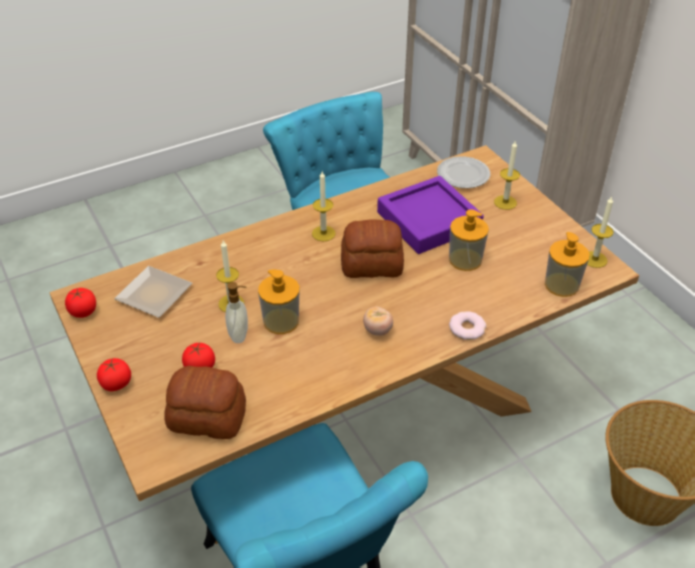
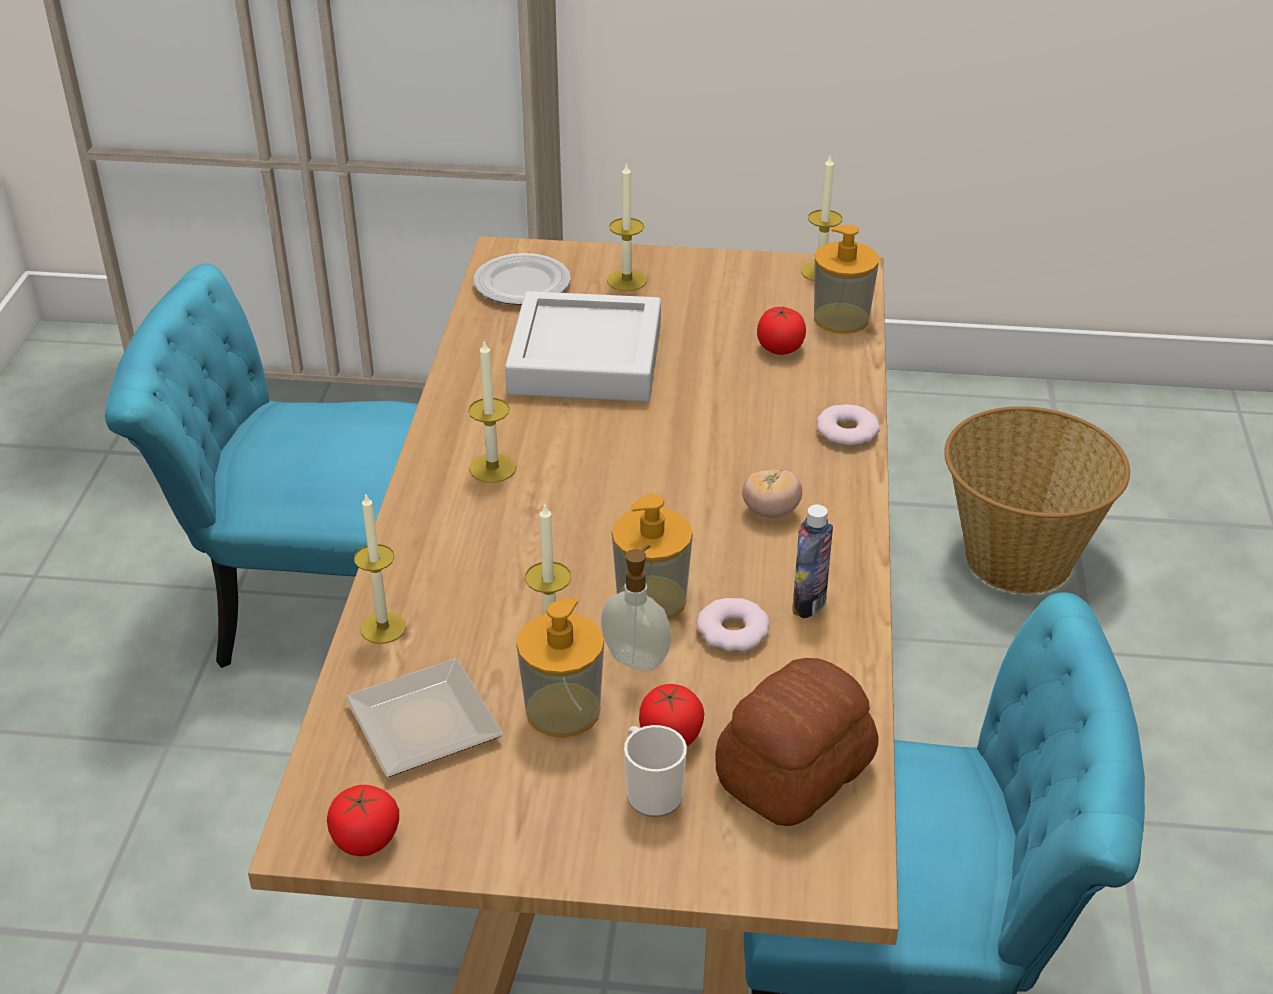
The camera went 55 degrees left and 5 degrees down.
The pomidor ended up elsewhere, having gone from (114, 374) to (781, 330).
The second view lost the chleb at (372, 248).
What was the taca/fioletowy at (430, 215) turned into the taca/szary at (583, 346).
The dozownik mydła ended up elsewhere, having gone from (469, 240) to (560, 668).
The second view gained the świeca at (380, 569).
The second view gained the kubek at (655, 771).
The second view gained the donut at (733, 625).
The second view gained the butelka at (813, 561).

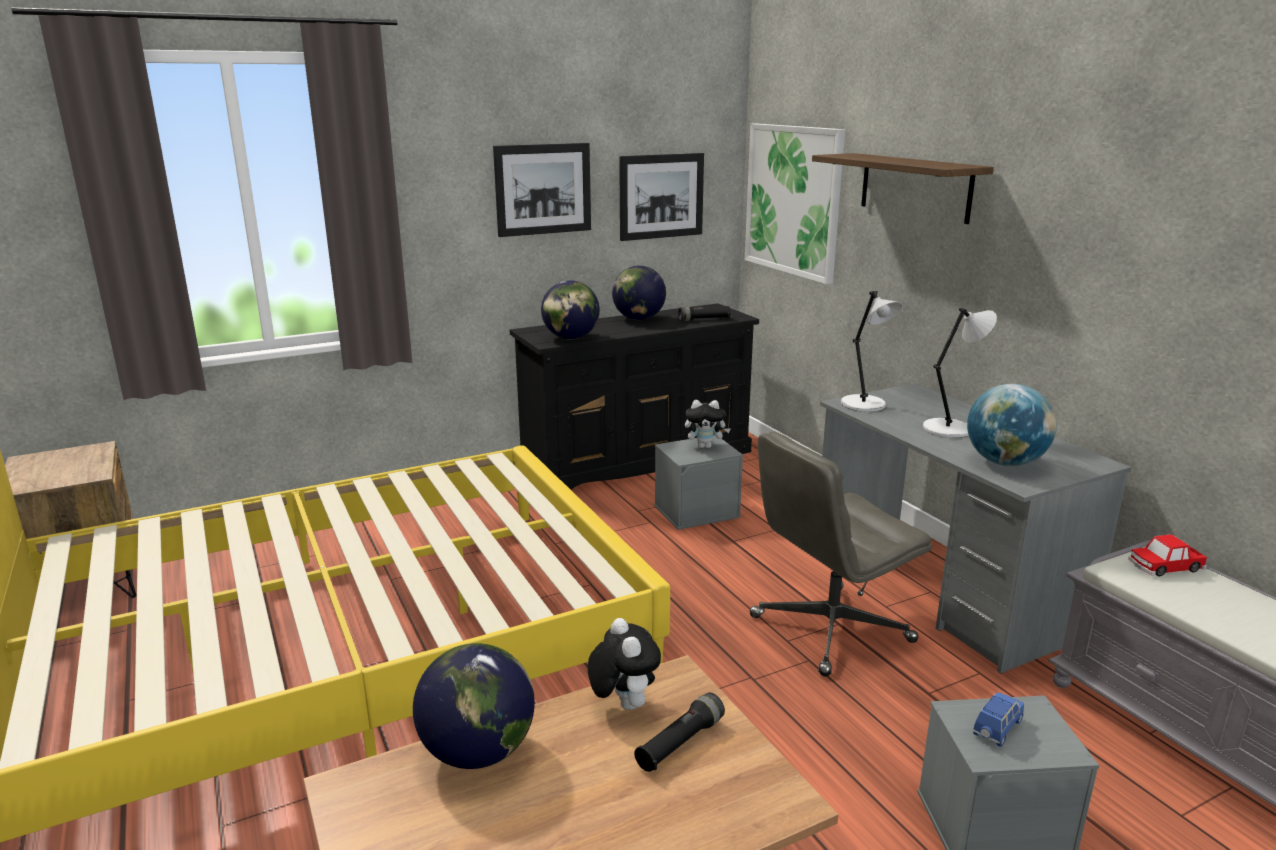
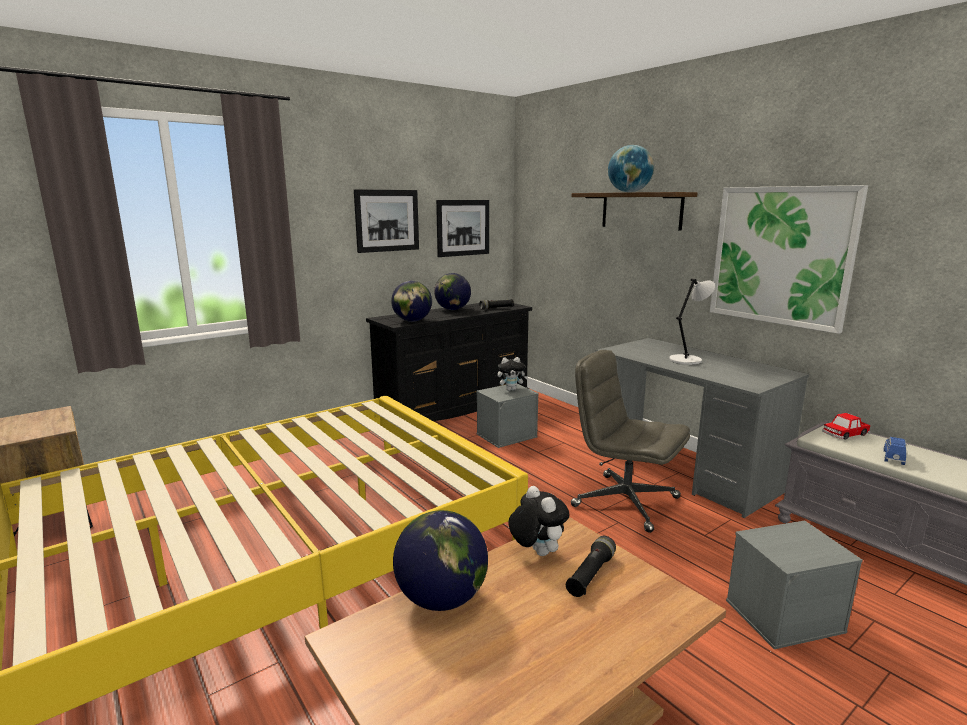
The camera went 10 degrees left and 5 degrees down.
The obraz ended up elsewhere, having gone from (795, 204) to (789, 259).
The krzesło biurowe/szary at (841, 554) ended up facing another way, 75 degrees clockwise from before.
The second view lost the lampa stołowa/szary at (871, 351).
The globus ended up elsewhere, having gone from (1012, 425) to (631, 168).
The samochodzik/niebieski ended up elsewhere, having gone from (998, 720) to (895, 451).

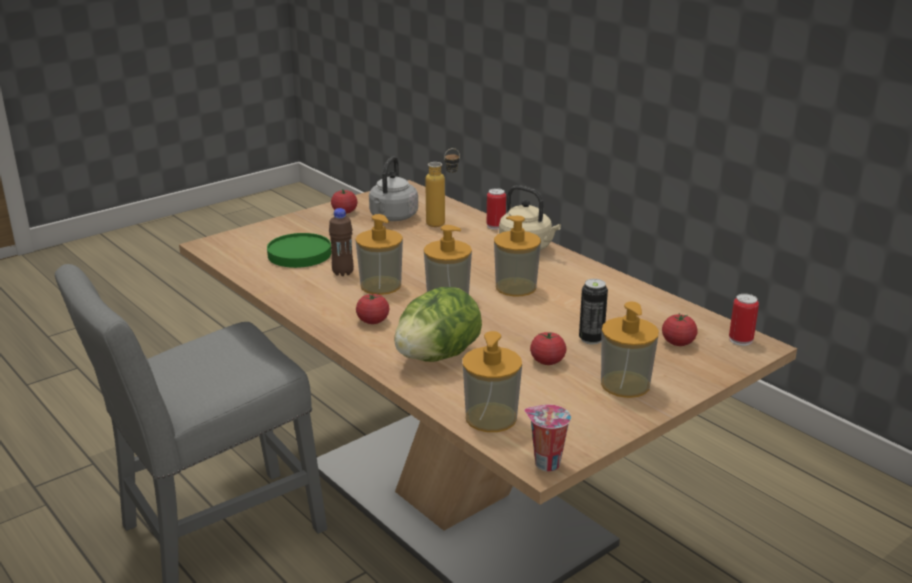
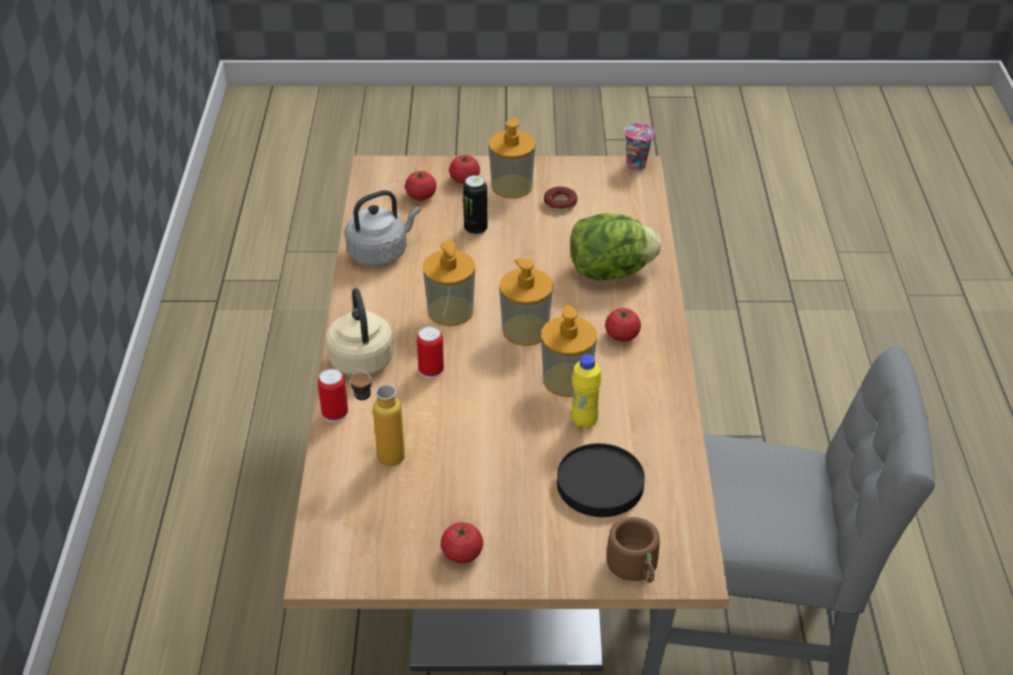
The camera went 140 degrees left and 15 degrees up.
What was the talerz/zielony at (299, 250) turned into the talerz/czarny at (601, 480).
What was the butelka/brązowy at (341, 242) turned into the butelka/żółty at (586, 392).
The czajnik/szary ended up elsewhere, having gone from (393, 188) to (382, 228).
The second view lost the dozownik mydła at (492, 381).
The pomidor ended up elsewhere, having gone from (548, 348) to (464, 169).
The puszka ended up elsewhere, having gone from (744, 320) to (430, 352).
The second view gained the donut at (560, 199).
The second view gained the kubek/brązowy at (633, 550).

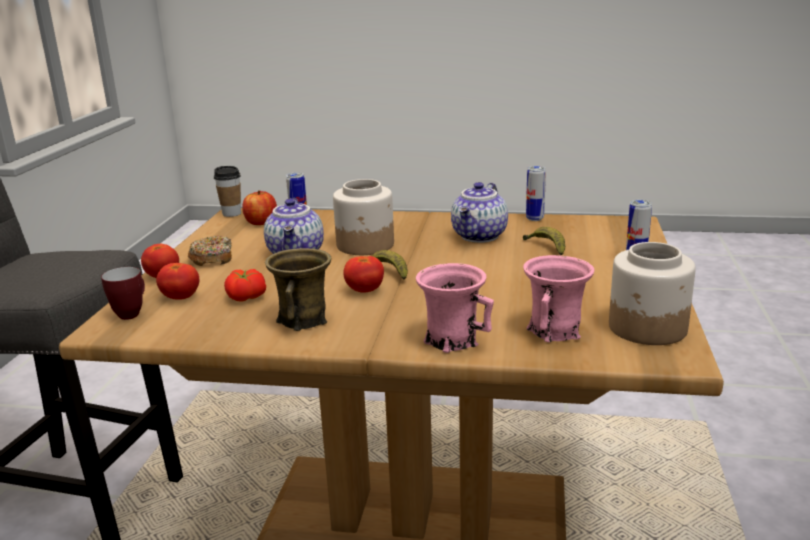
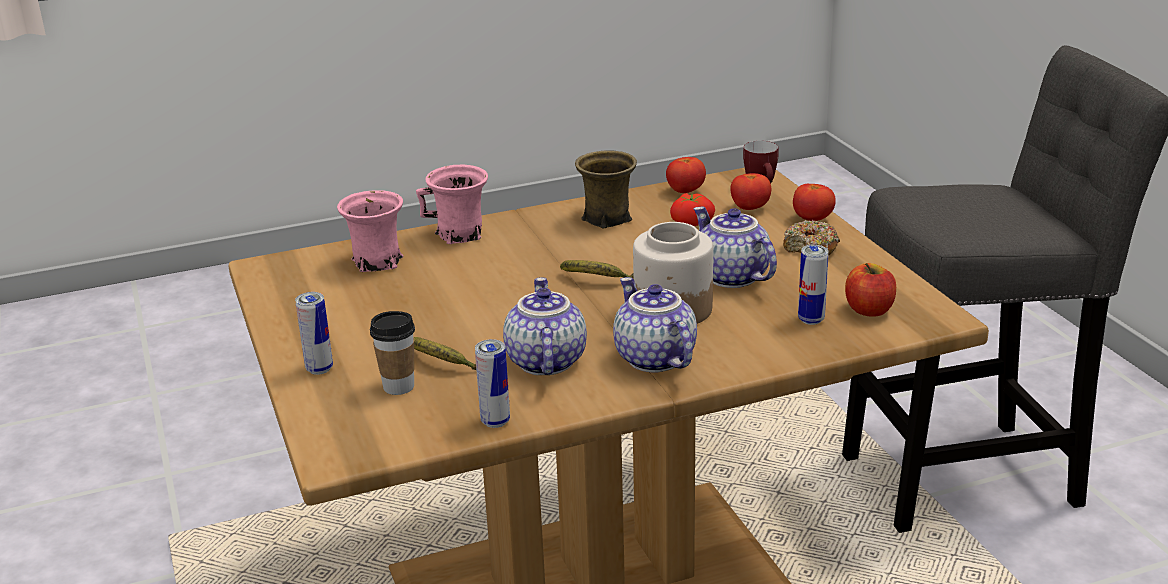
The camera went 150 degrees right and 5 degrees up.
The filiżanka ended up elsewhere, having gone from (227, 191) to (392, 353).
The pomidor ended up elsewhere, having gone from (363, 274) to (686, 175).
The second view lost the słoik at (652, 293).
The second view gained the imbryk at (655, 325).

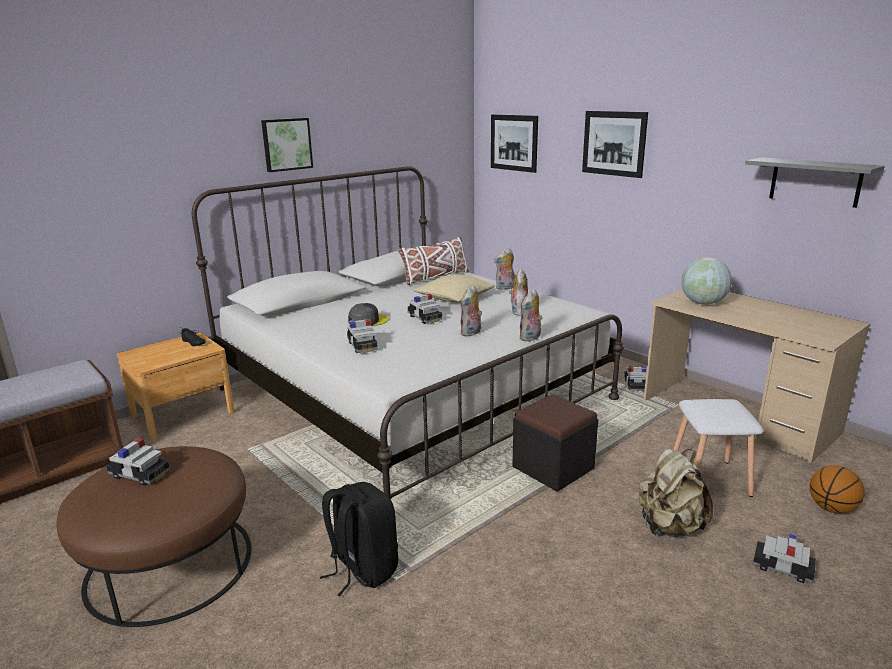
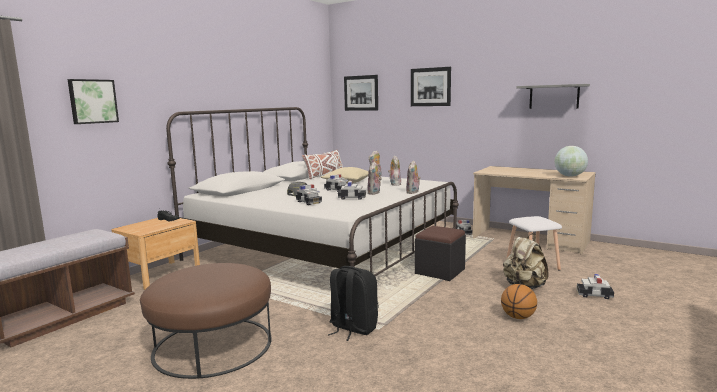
The camera went 15 degrees left and 10 degrees down.
The samochodzik ended up elsewhere, having gone from (138, 462) to (352, 190).
The obraz ended up elsewhere, having gone from (287, 145) to (93, 101).
The globus ended up elsewhere, having gone from (706, 281) to (571, 161).
The piłka do koszykówki ended up elsewhere, having gone from (837, 489) to (519, 301).

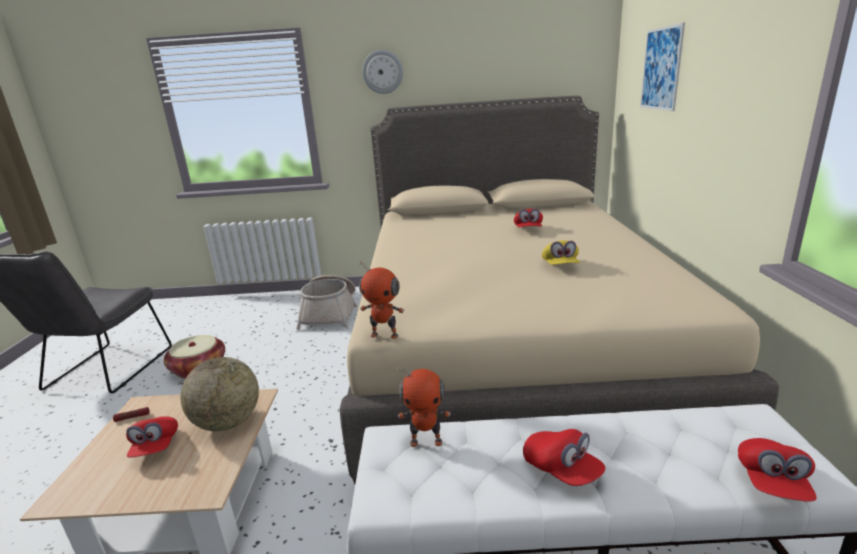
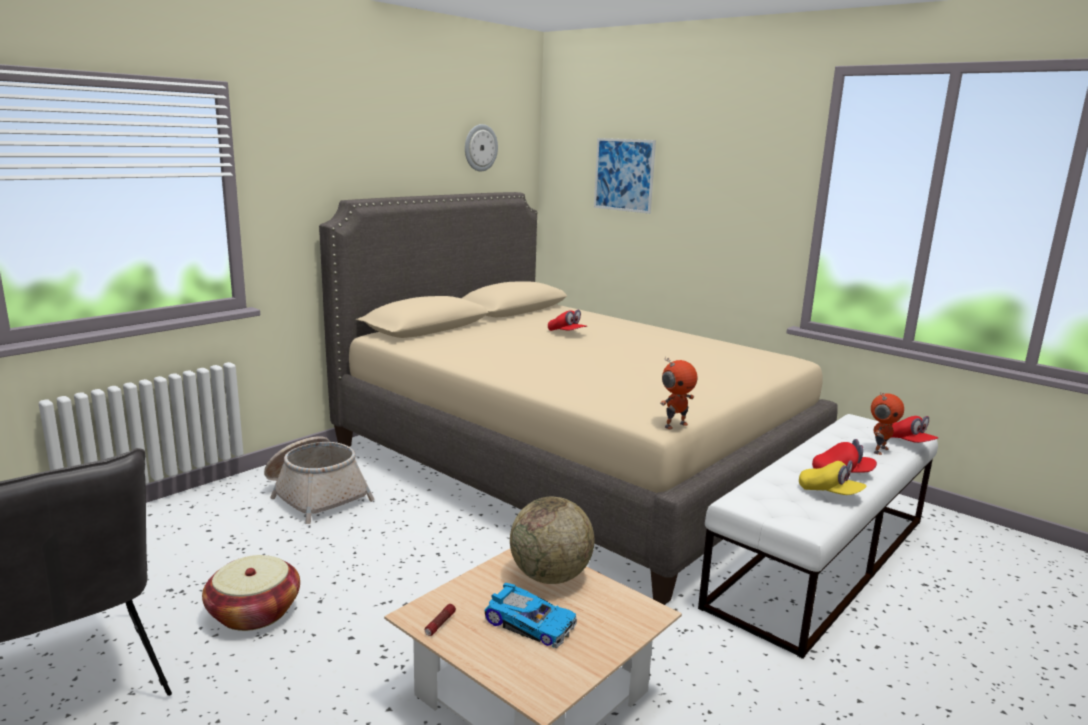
The camera went 50 degrees left and 5 degrees down.
Where the czapka z daszkiem/czerwony stood at (152, 437), the samochodzik came to stand at (531, 615).
The zegar ścienny ended up elsewhere, having gone from (382, 72) to (481, 148).
The robot zabawkowy ended up elsewhere, having gone from (424, 405) to (887, 424).
The czapka z daszkiem/żółty ended up elsewhere, having gone from (561, 252) to (833, 477).

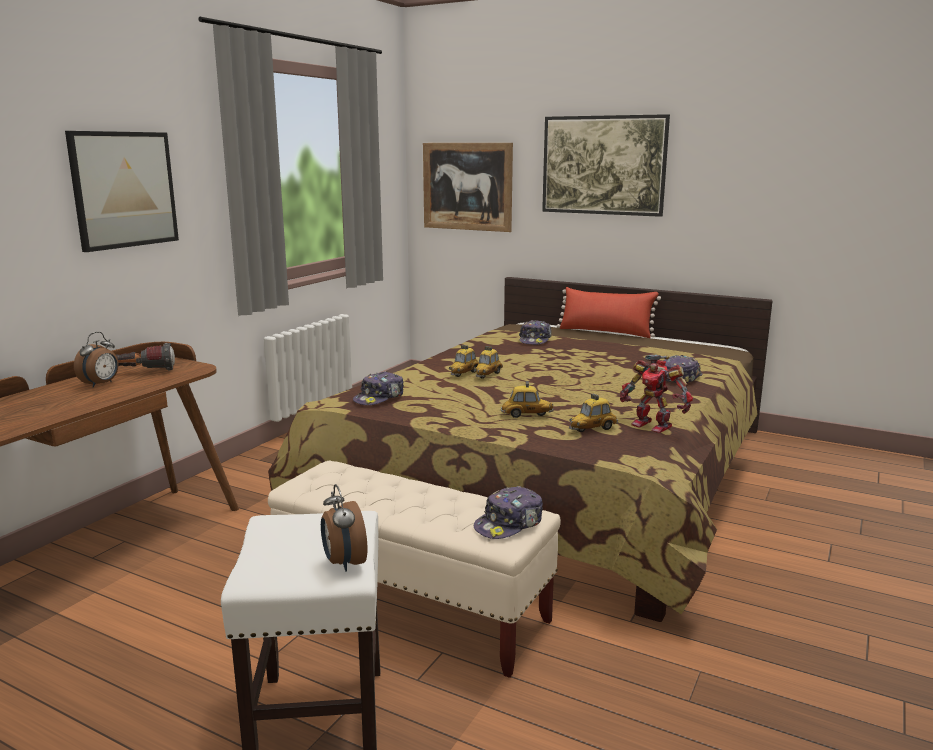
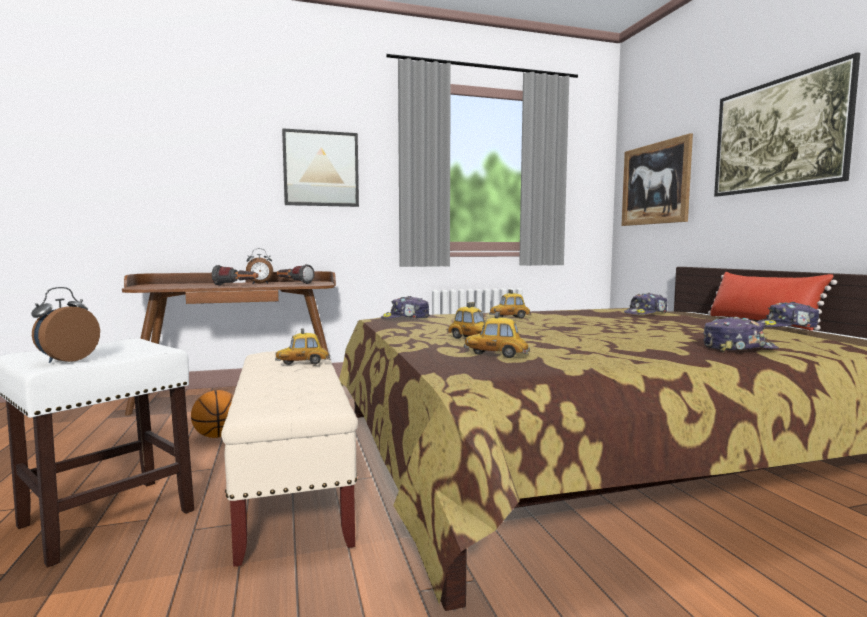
The camera went 45 degrees right and 10 degrees down.
The samochodzik ended up elsewhere, having gone from (488, 362) to (302, 346).
The czapka z daszkiem ended up elsewhere, having gone from (508, 512) to (788, 315).
The second view lost the robot zabawkowy at (656, 394).
The second view gained the piłka do koszykówki at (212, 414).
The second view gained the latarka at (235, 275).

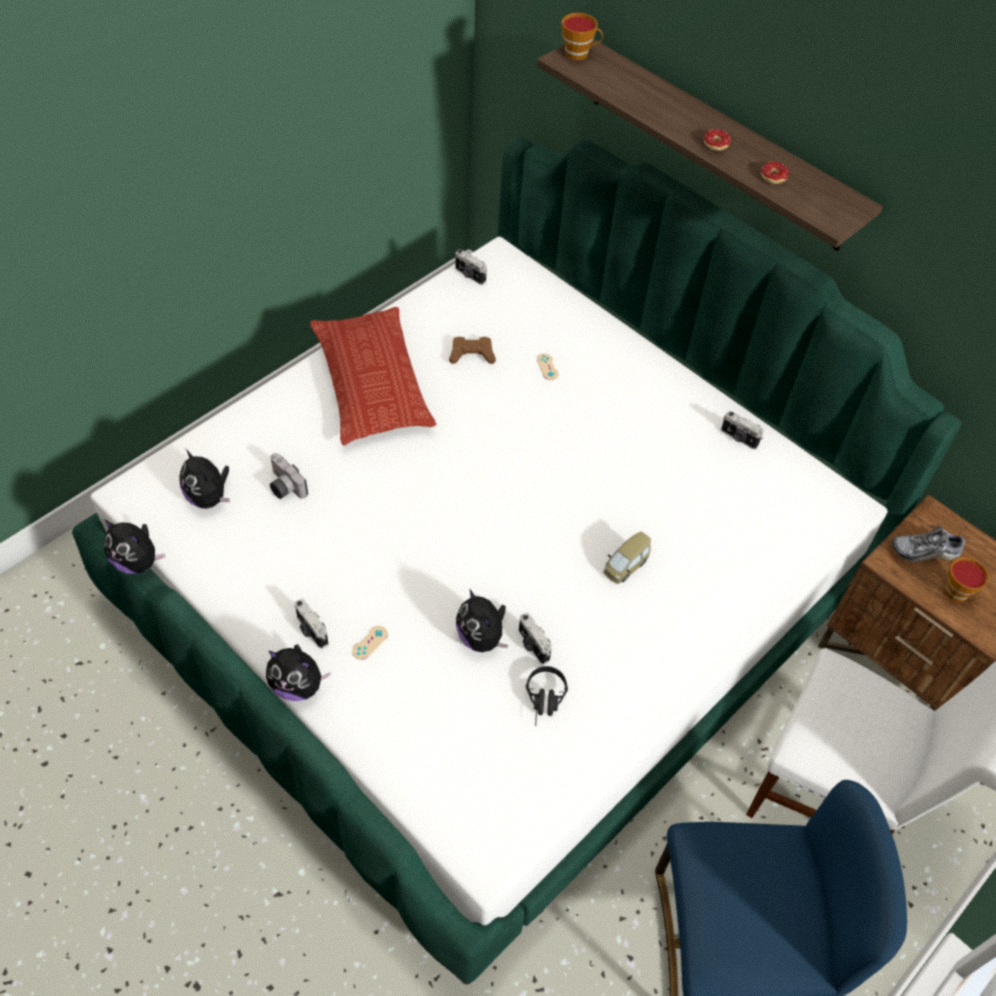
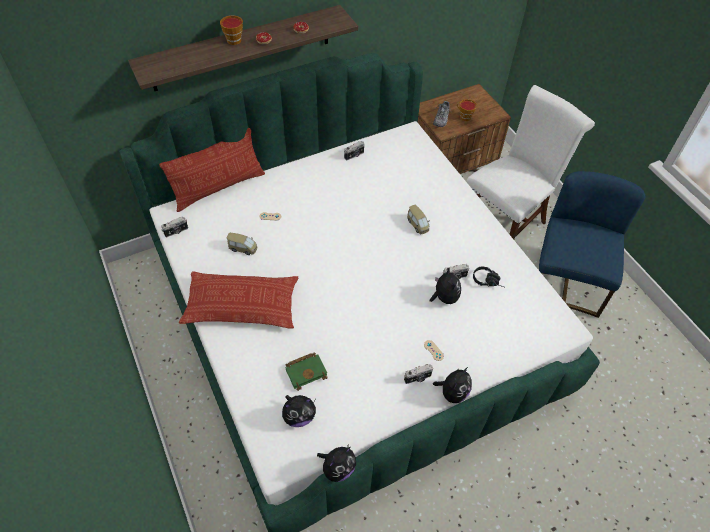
The camera went 70 degrees left and 0 degrees up.
Where the aparat fotograficzny stood at (289, 476), the książka/zielony came to stand at (306, 371).
Where the pad do gier/brązowy stood at (472, 350), the samochodzik came to stand at (241, 244).
The pluszak at (482, 620) ended up facing another way, 90 degrees counterclockwise from before.
The filiżanka ended up elsewhere, having gone from (582, 36) to (231, 30).
The second view gained the poduszka at (212, 170).

